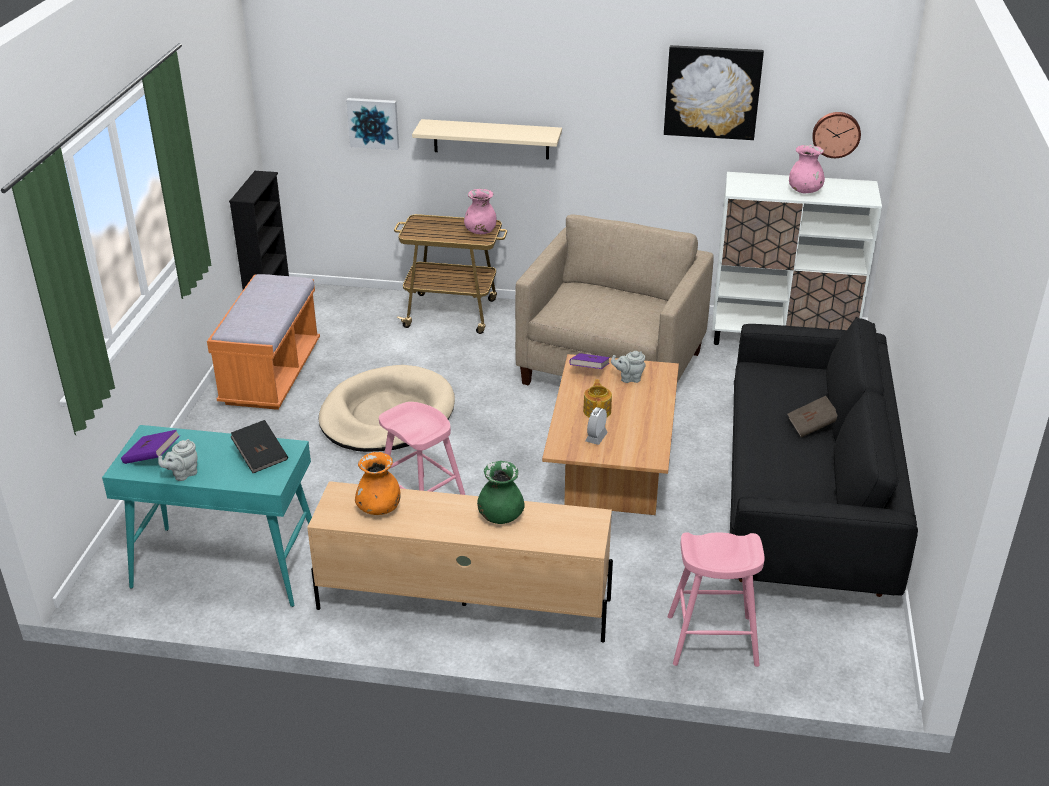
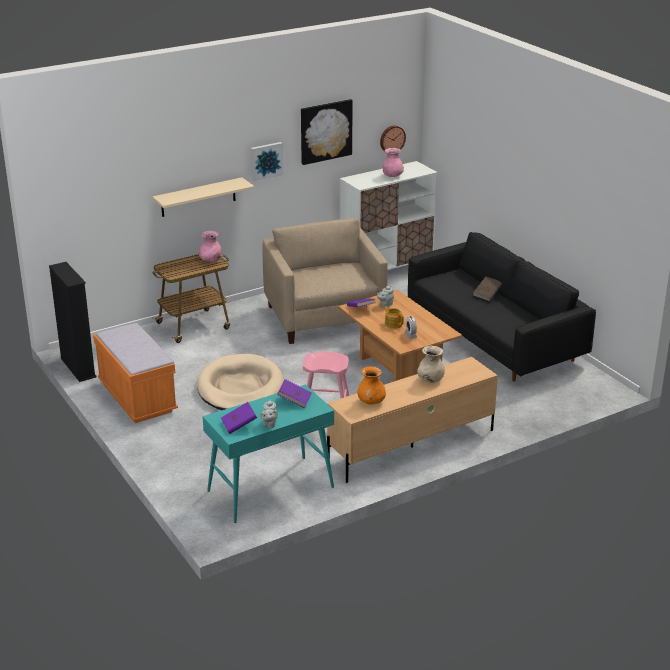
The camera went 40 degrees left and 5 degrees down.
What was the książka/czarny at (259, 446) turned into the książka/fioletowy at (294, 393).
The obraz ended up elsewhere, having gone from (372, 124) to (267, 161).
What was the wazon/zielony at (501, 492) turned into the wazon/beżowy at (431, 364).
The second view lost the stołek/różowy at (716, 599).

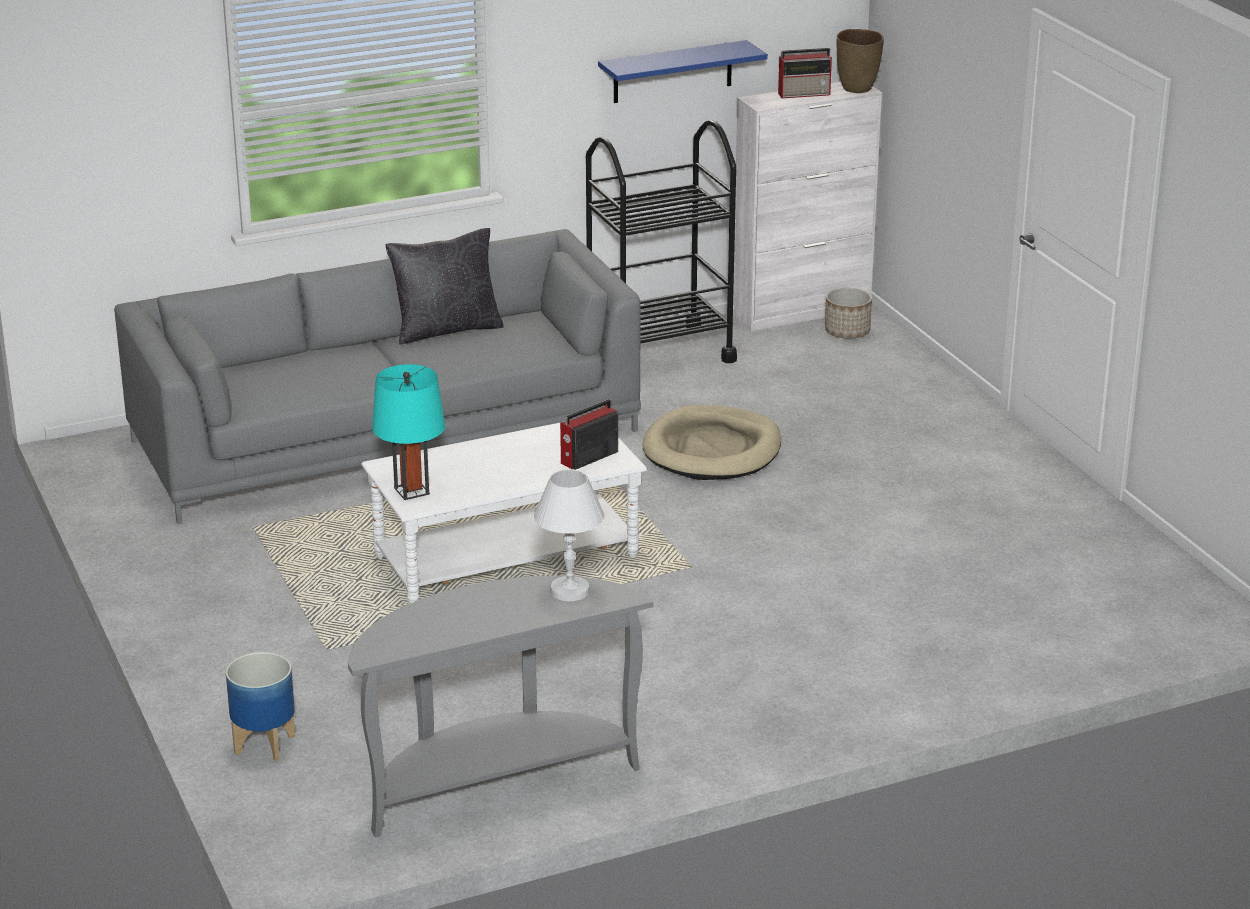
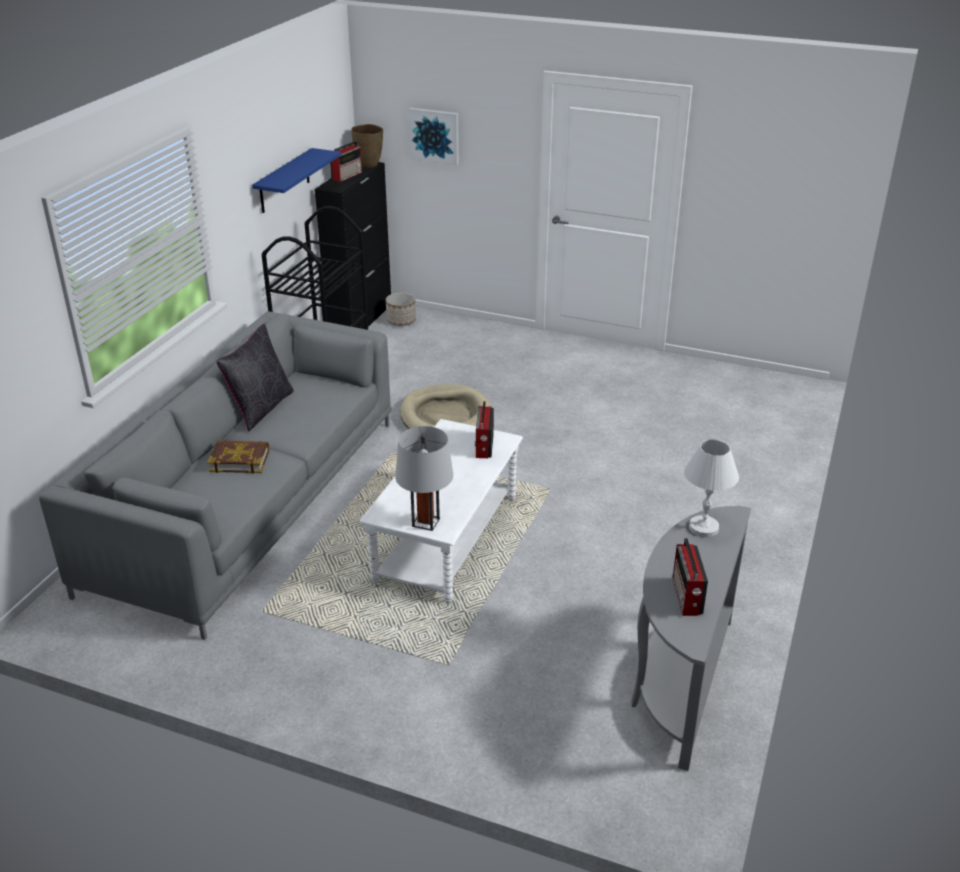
The camera went 45 degrees left and 5 degrees up.
The second view lost the donica at (260, 706).
What was the lampa stołowa/turkusowy at (408, 432) turned into the lampa stołowa/szary at (424, 478).
What was the szafka/biały at (807, 207) turned into the szafka/czarny at (353, 245).
The second view gained the książka at (238, 457).
The second view gained the obraz at (434, 136).
The second view gained the radio at (690, 577).

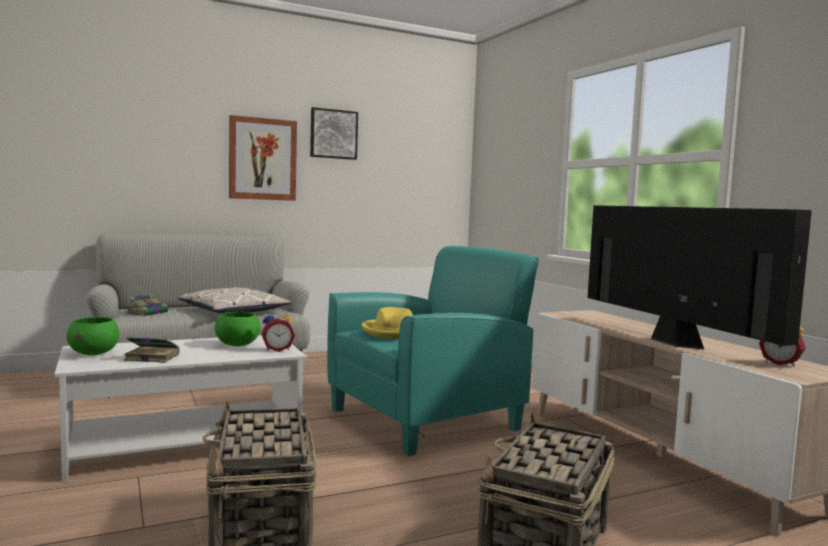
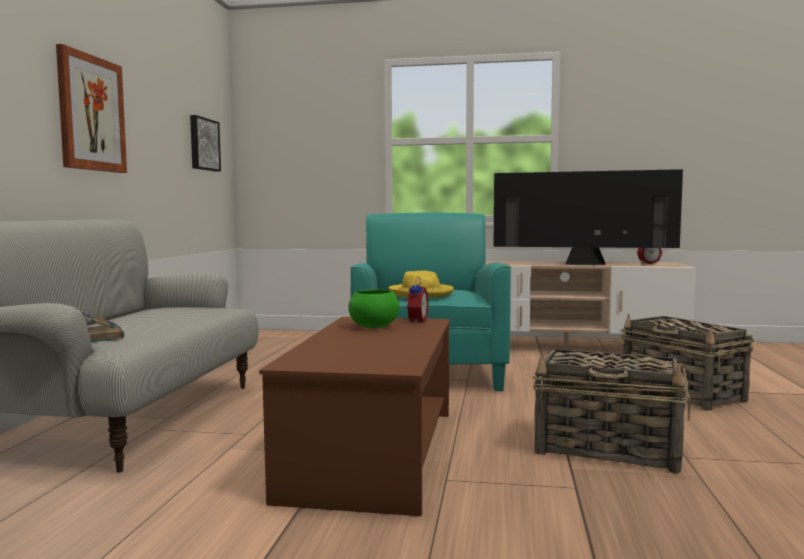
The camera went 55 degrees left and 0 degrees up.
What was the ława/biały at (180, 408) turned into the ława/brązowy at (354, 416).
The second view lost the miska/zielony at (92, 336).
The second view lost the książka at (151, 350).
The second view lost the poduszka at (234, 300).
The obraz ended up elsewhere, having gone from (334, 133) to (205, 143).

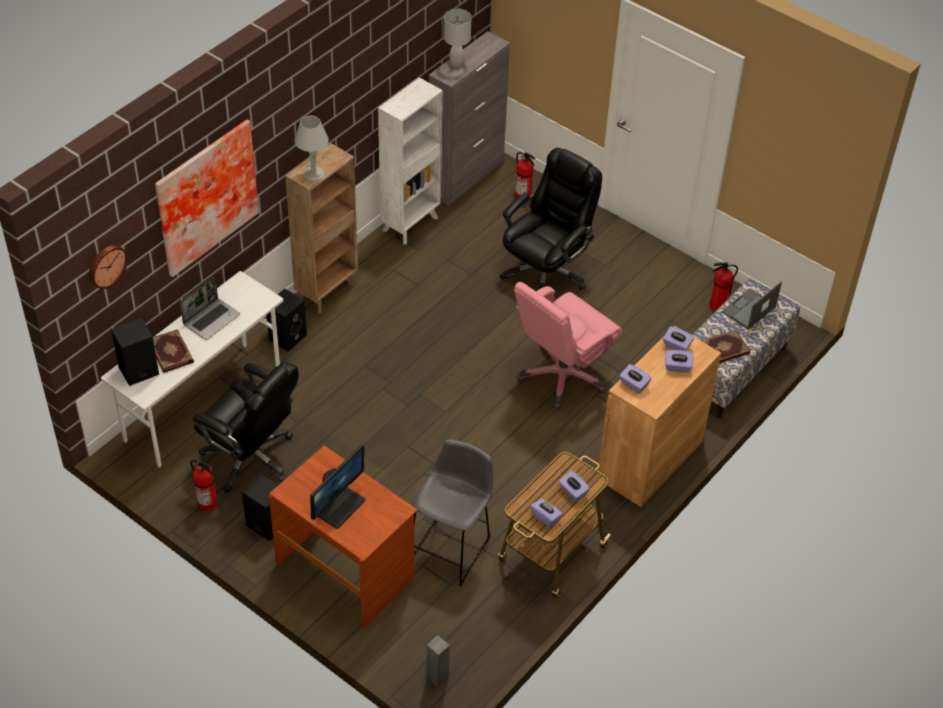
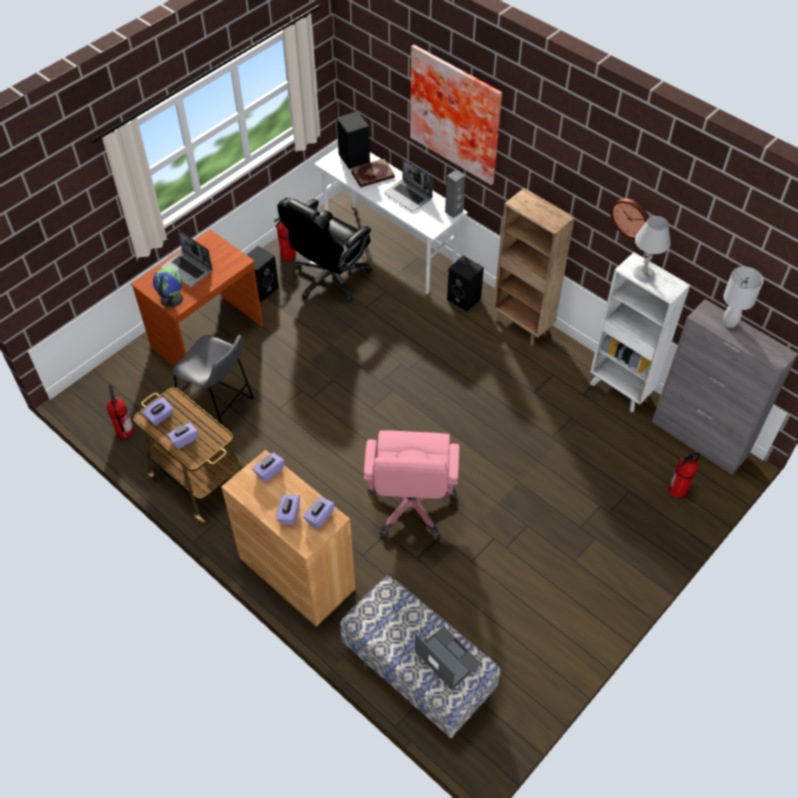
The camera went 95 degrees right and 5 degrees up.
The zegar ścienny ended up elsewhere, having gone from (108, 267) to (630, 218).
The lampa stołowa/szary ended up elsewhere, having gone from (311, 148) to (652, 249).
Where the monitor stood at (337, 486), the laptop came to stand at (187, 258).
The głośnik/szary ended up elsewhere, having gone from (438, 661) to (455, 194).
The second view lost the krzesło biurowe/czarny at (551, 219).
The krzesło biurowe/różowy at (568, 346) ended up facing another way, 135 degrees counterclockwise from before.
The second view lost the książka at (725, 346).
The gaśnica ended up elsewhere, having gone from (723, 286) to (120, 410).
The second view gained the globus at (168, 287).

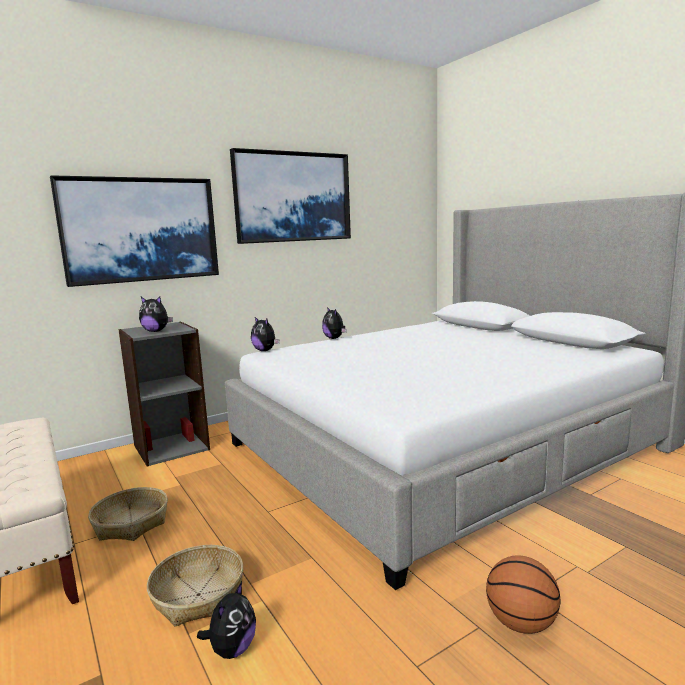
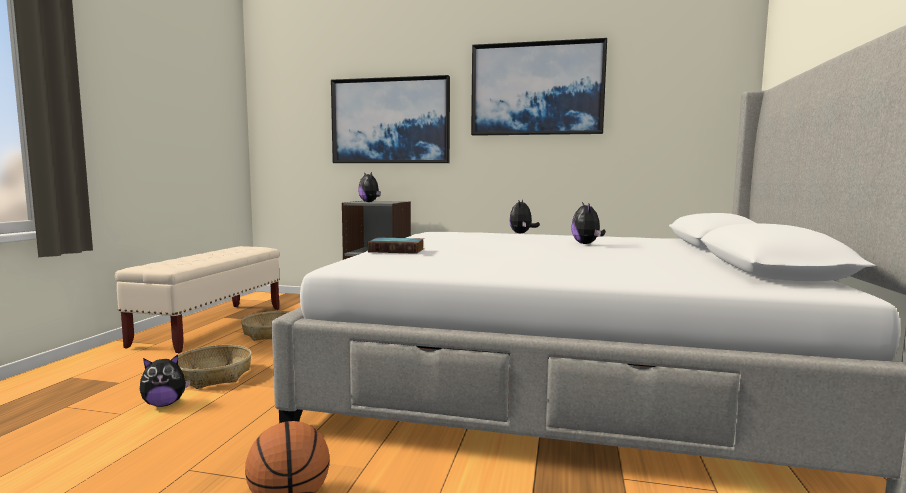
The camera went 45 degrees right and 5 degrees down.
The pluszak ended up elsewhere, having gone from (265, 334) to (588, 223).
The second view gained the książka at (396, 246).

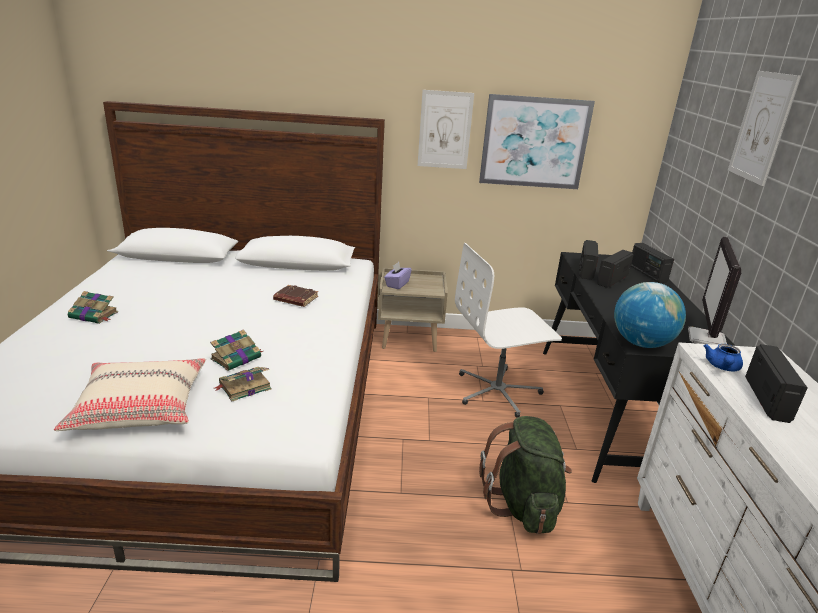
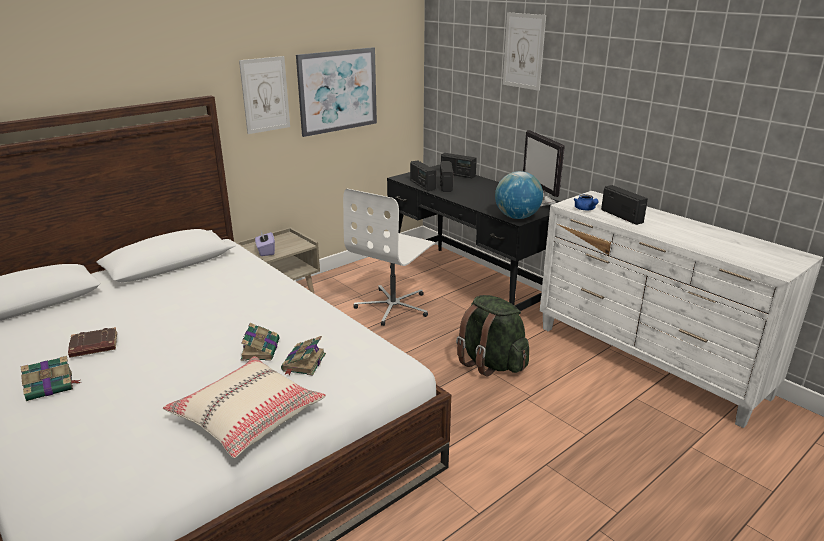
The camera went 40 degrees left and 0 degrees up.
The książka/brązowy ended up elsewhere, having gone from (295, 296) to (92, 342).

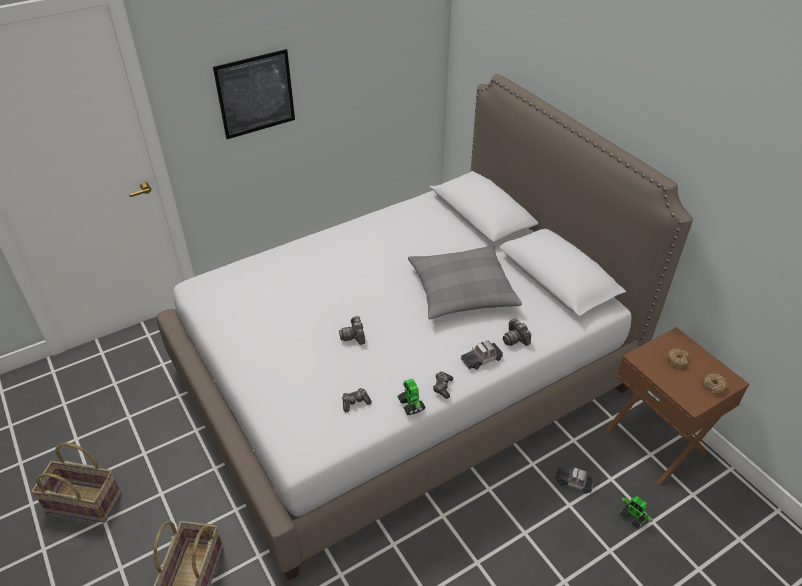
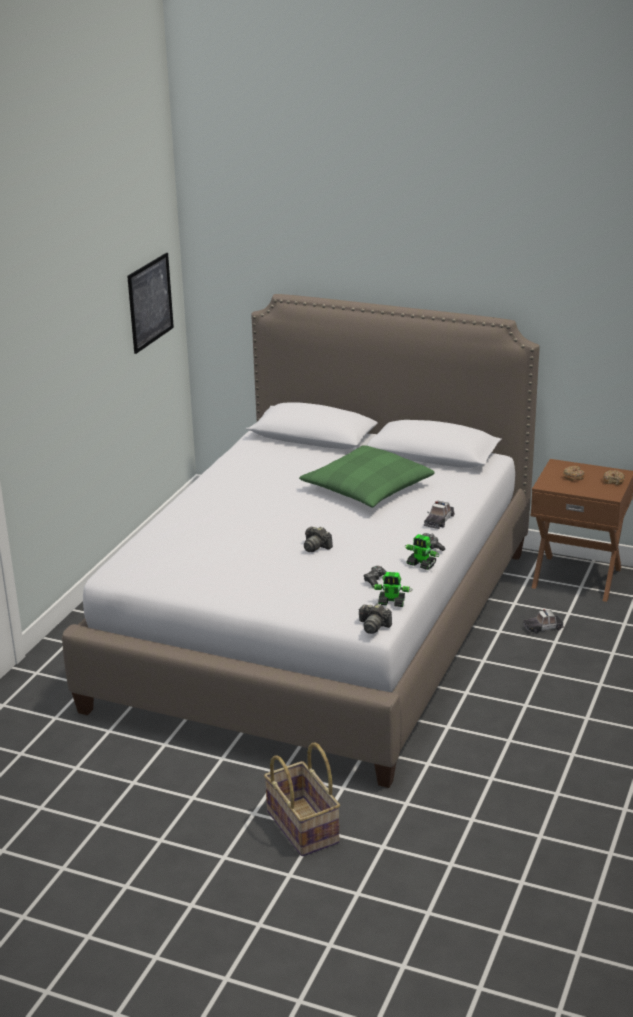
The camera went 35 degrees left and 15 degrees down.
The second view lost the koszyk at (76, 483).
The obraz ended up elsewhere, having gone from (254, 94) to (150, 303).
What was the poduszka/szary at (465, 282) turned into the poduszka/zielony at (367, 476).
The aparat fotograficzny ended up elsewhere, having gone from (517, 332) to (375, 619).
The robot zabawkowy ended up elsewhere, having gone from (636, 512) to (392, 589).

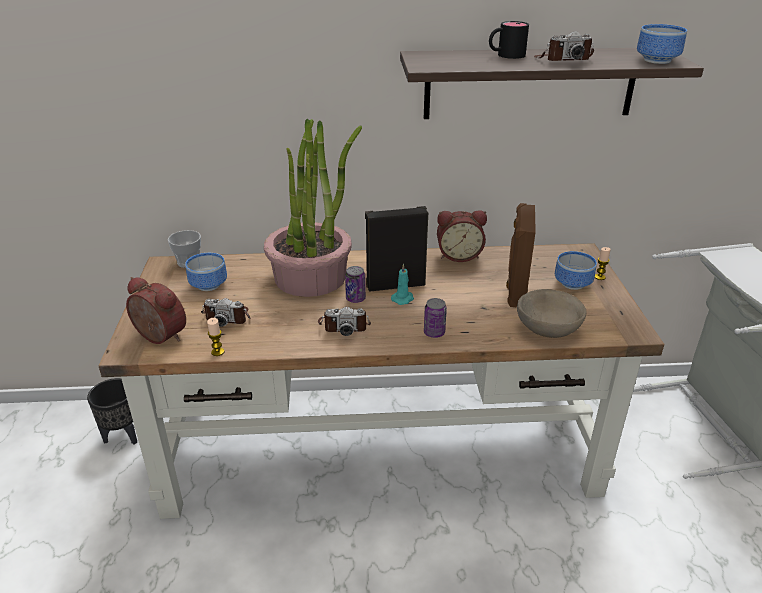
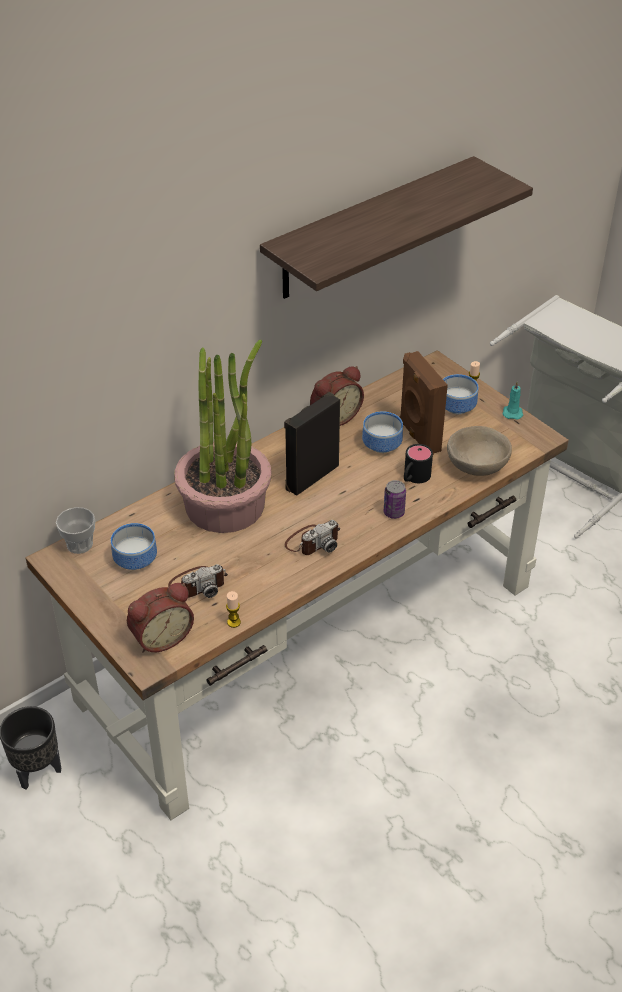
The camera went 35 degrees left and 10 degrees up.
The budzik at (156, 310) ended up facing another way, 150 degrees clockwise from before.
The second view lost the puszka at (355, 284).
The świeca/turkusowy ended up elsewhere, having gone from (402, 284) to (513, 400).
The kubek/czarny ended up elsewhere, having gone from (509, 40) to (418, 463).
The second view lost the aparat fotograficzny at (564, 46).
The miska ended up elsewhere, having gone from (662, 44) to (382, 432).

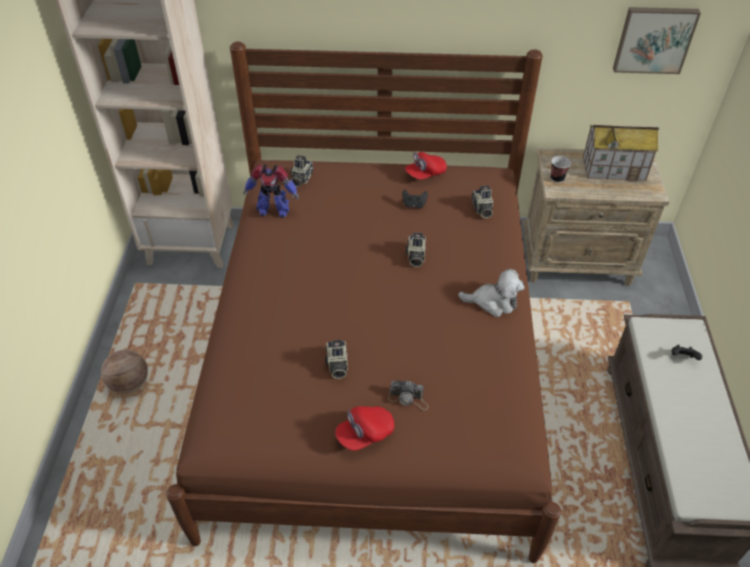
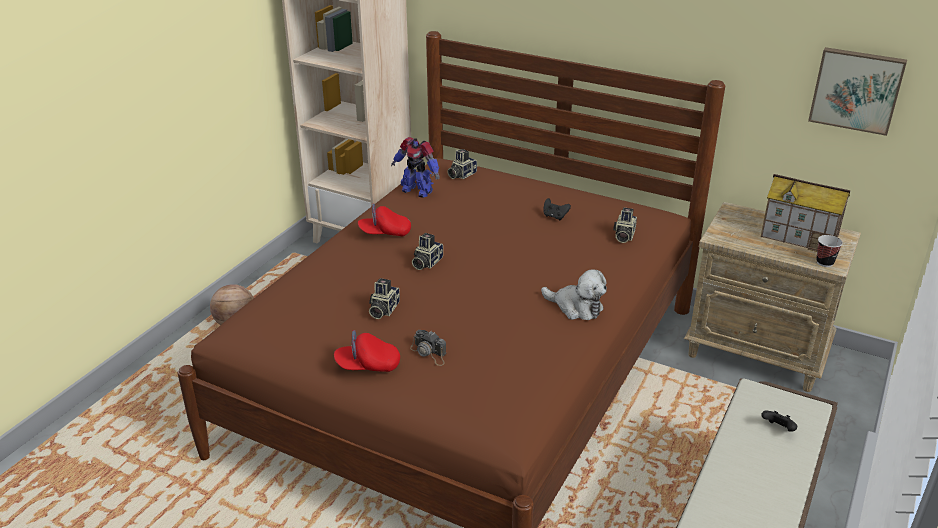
The camera went 25 degrees right and 15 degrees down.
The czapka z daszkiem/czerwony ended up elsewhere, having gone from (426, 166) to (384, 219).
The aparat fotograficzny ended up elsewhere, having gone from (416, 249) to (427, 251).
The filiżanka ended up elsewhere, having gone from (561, 169) to (829, 251).

